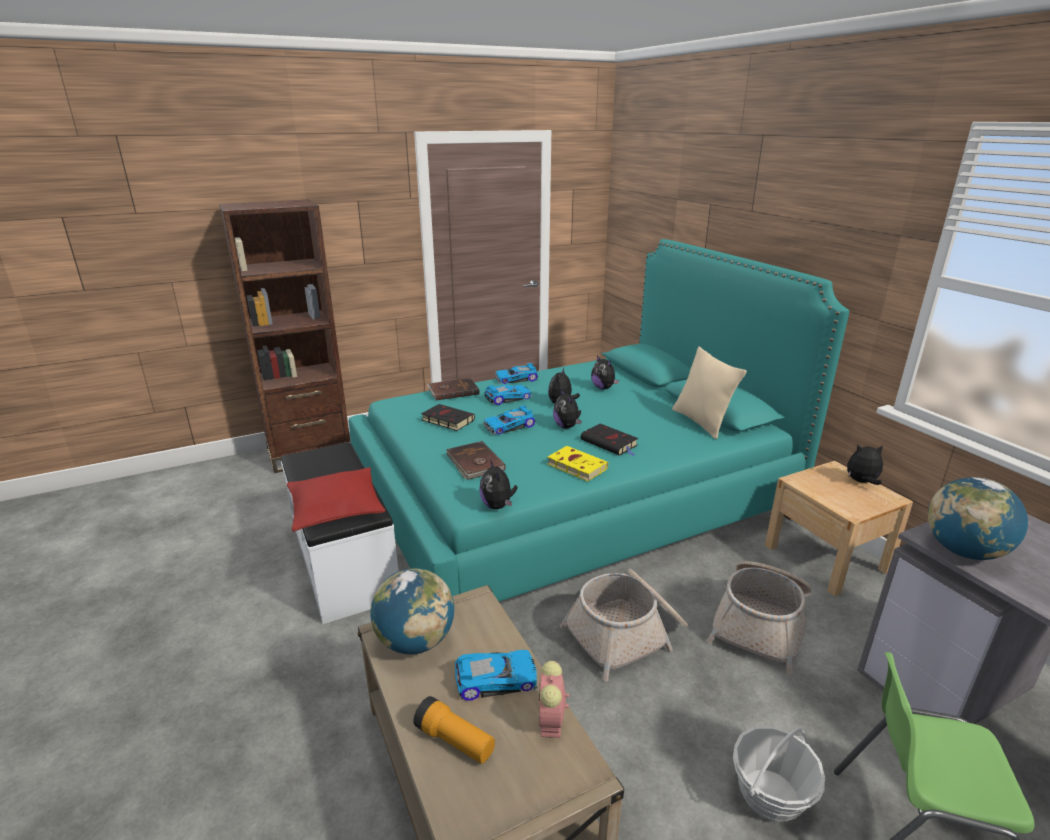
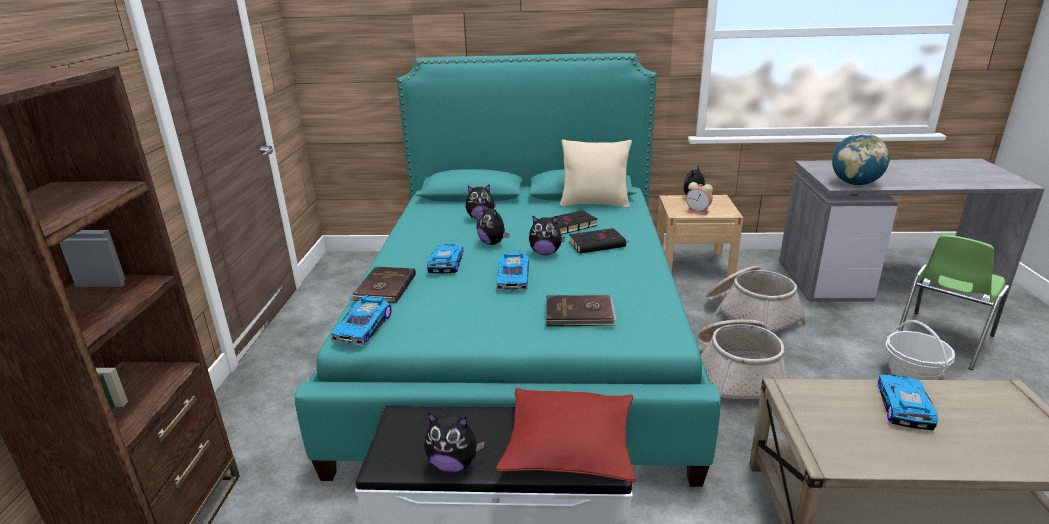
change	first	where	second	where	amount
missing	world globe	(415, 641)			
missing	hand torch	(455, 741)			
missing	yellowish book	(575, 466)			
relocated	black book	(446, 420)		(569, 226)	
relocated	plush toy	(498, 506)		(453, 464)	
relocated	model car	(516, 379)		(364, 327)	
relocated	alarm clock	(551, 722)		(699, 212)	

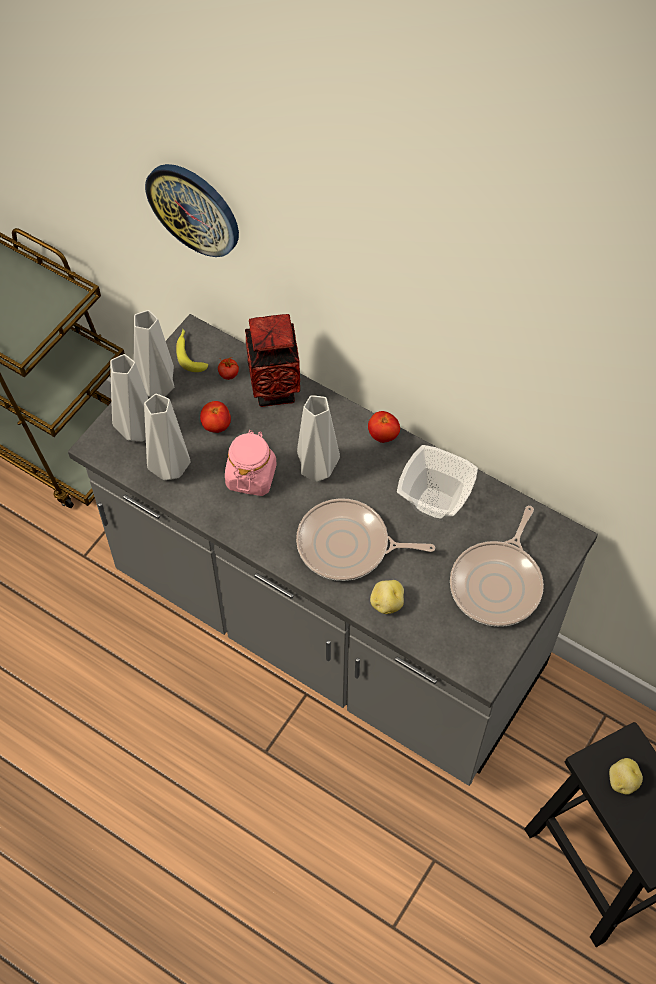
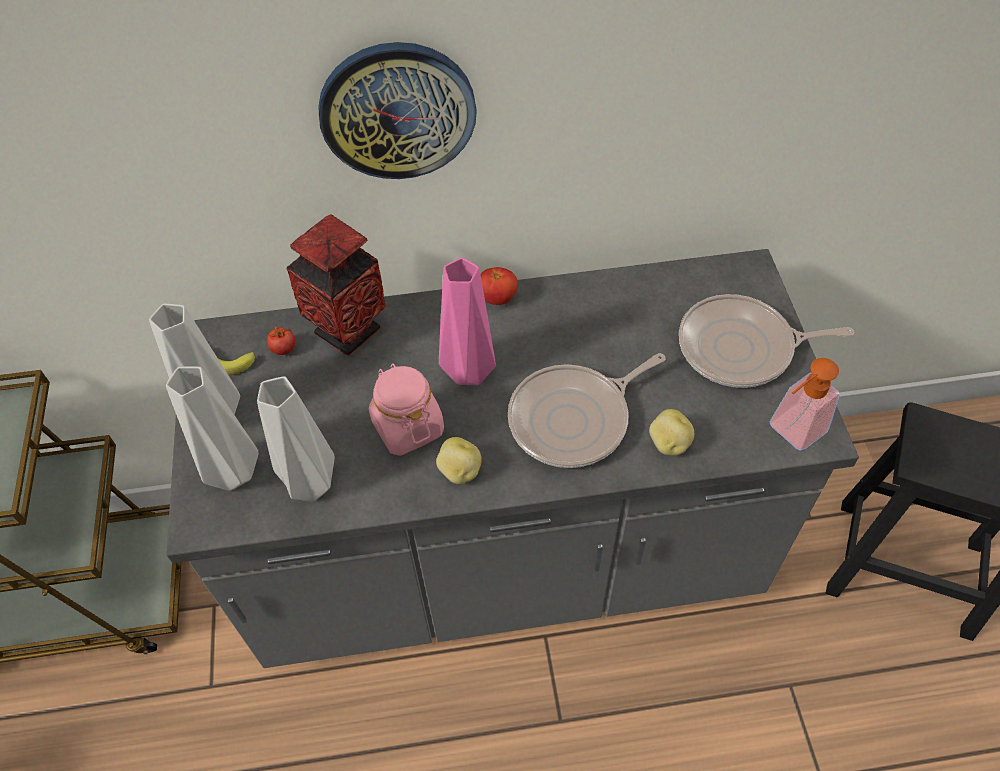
change	first	where	second	where	amount
missing	whole tomato	(216, 425)			
missing	serving bowl	(433, 502)			
appeared			soap bottle	(791, 433)	
relocated	hanging clock	(194, 209)		(397, 111)	
relocated	spud	(622, 781)		(459, 471)	
colour	grey vase	(318, 471)	pinkish vase	(471, 373)	
spun	pan	(498, 583)		(741, 348)	105 degrees clockwise

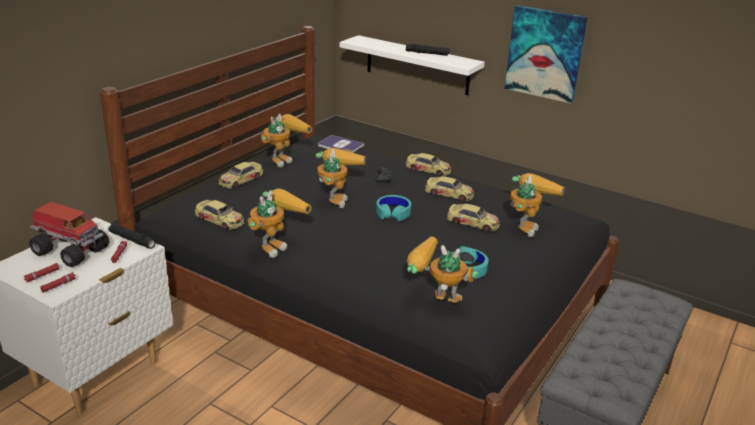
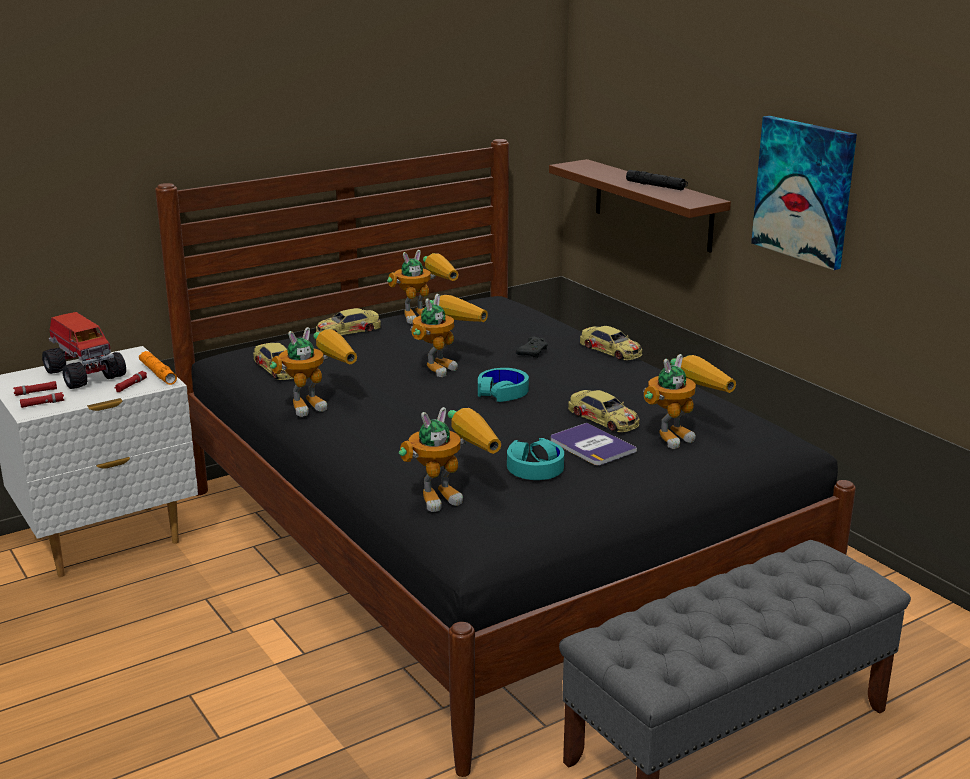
change	first	where	second	where	amount
missing	model car	(449, 193)			
relocated	book	(340, 145)		(591, 446)	
colour	black hand torch	(132, 240)	orangey hand torch	(158, 373)	
colour	whitish bracket shelf	(417, 65)	brown-coloured bracket shelf	(652, 205)	
spun	robot figure	(434, 301)		(451, 495)	105 degrees clockwise

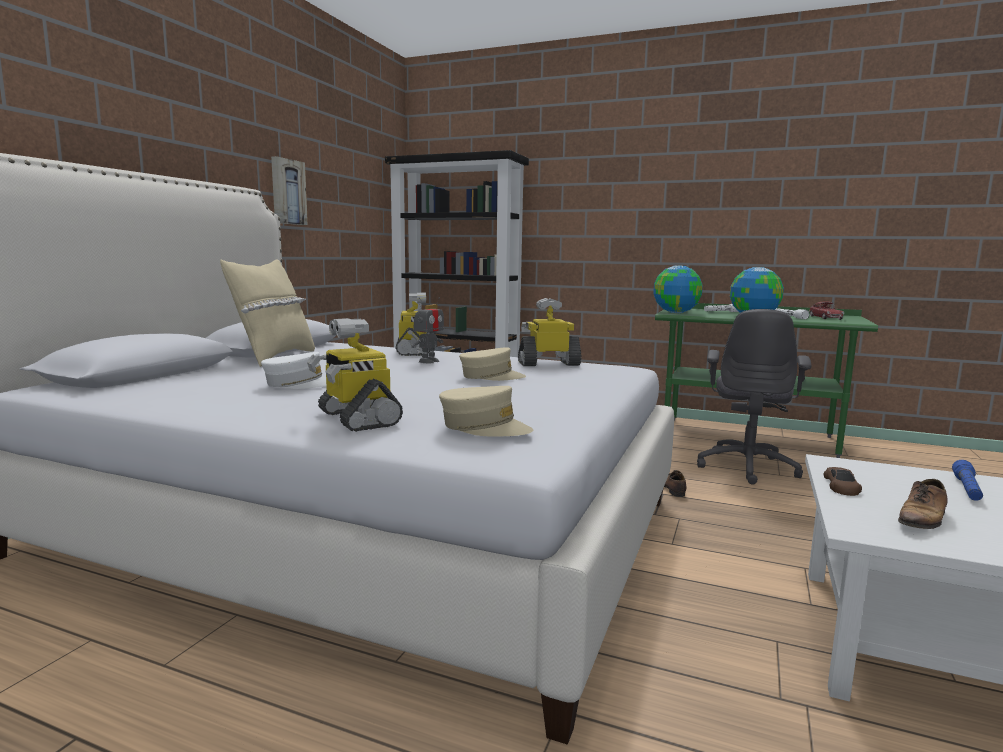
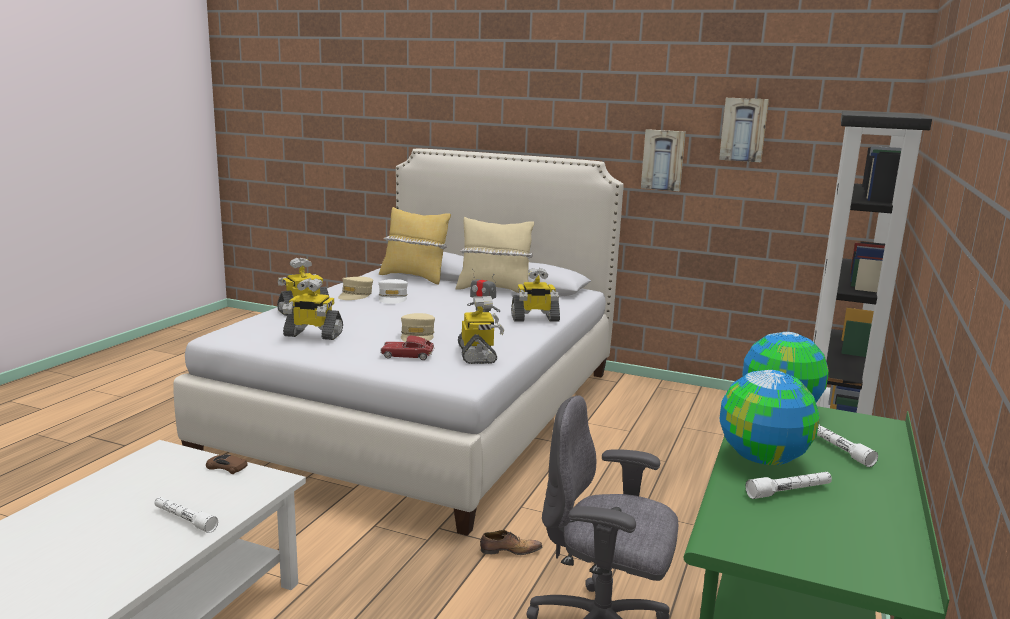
change	first	where	second	where	amount
missing	item of footwear	(922, 519)			
appeared			robot figure	(312, 335)	
appeared			yellowish pillow	(414, 277)	
appeared			wall picture	(743, 129)	
relocated	beige baseball cap	(484, 427)		(355, 295)	
relocated	model car	(825, 318)		(407, 356)	
colour	blue hand torch	(967, 489)	whitish hand torch	(184, 519)	

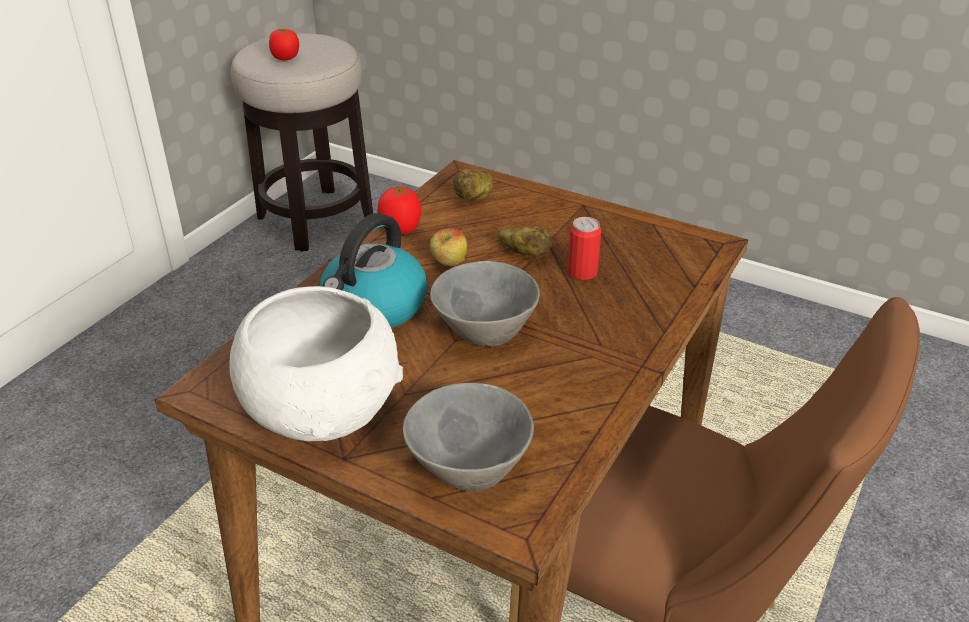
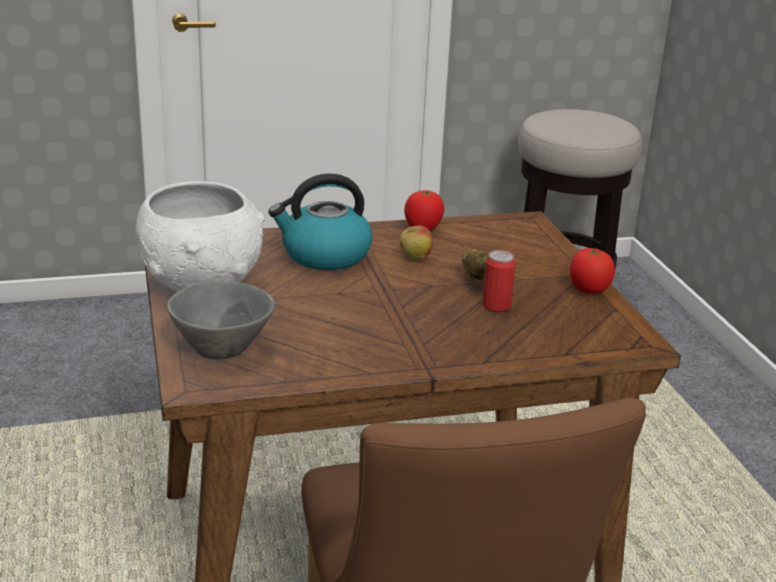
change	first	where	second	where	amount
missing	grey serving bowl	(486, 329)			
missing	spud	(474, 197)			
relocated	whole tomato	(285, 58)		(588, 290)	

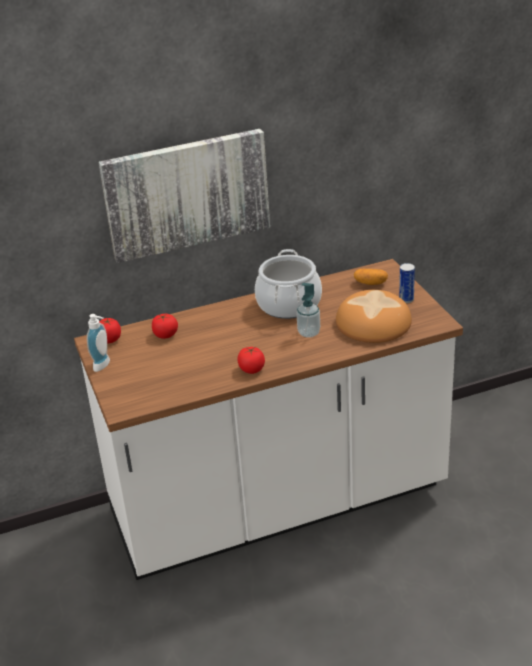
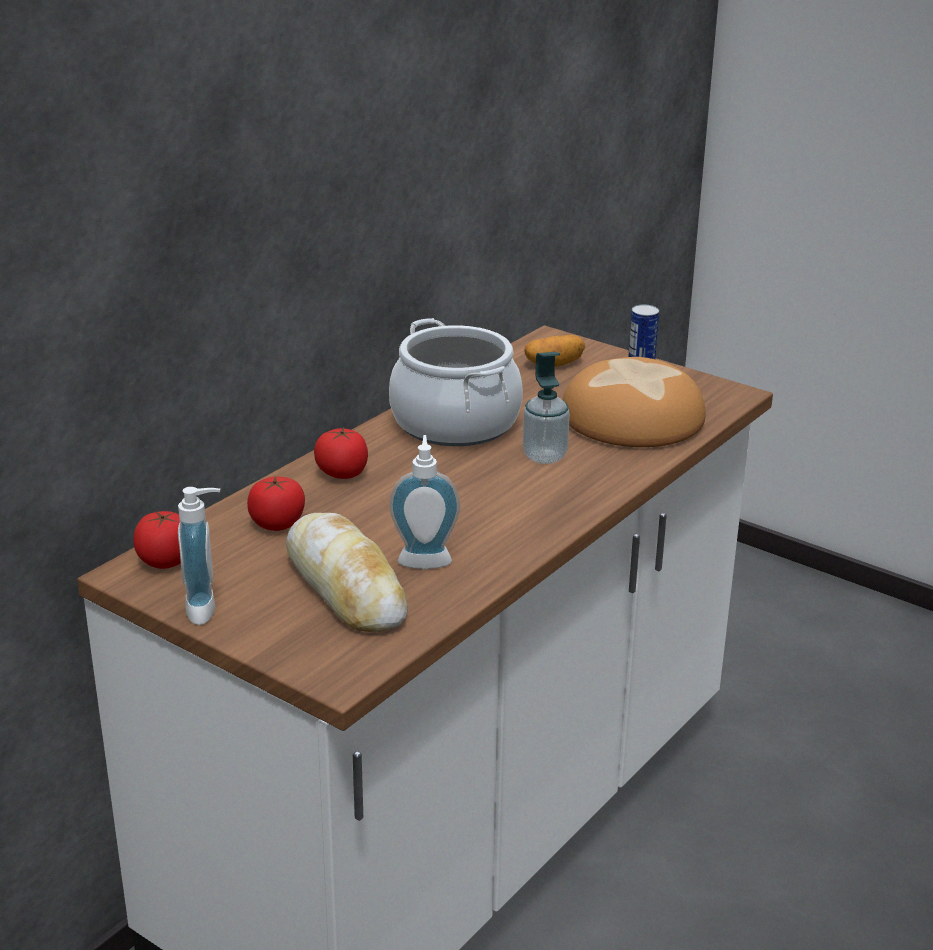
change	first	where	second	where	amount
missing	wall picture	(186, 194)			
appeared			baked bread	(345, 586)	
appeared			soap bottle	(425, 559)	
relocated	whole tomato	(251, 369)		(342, 473)	

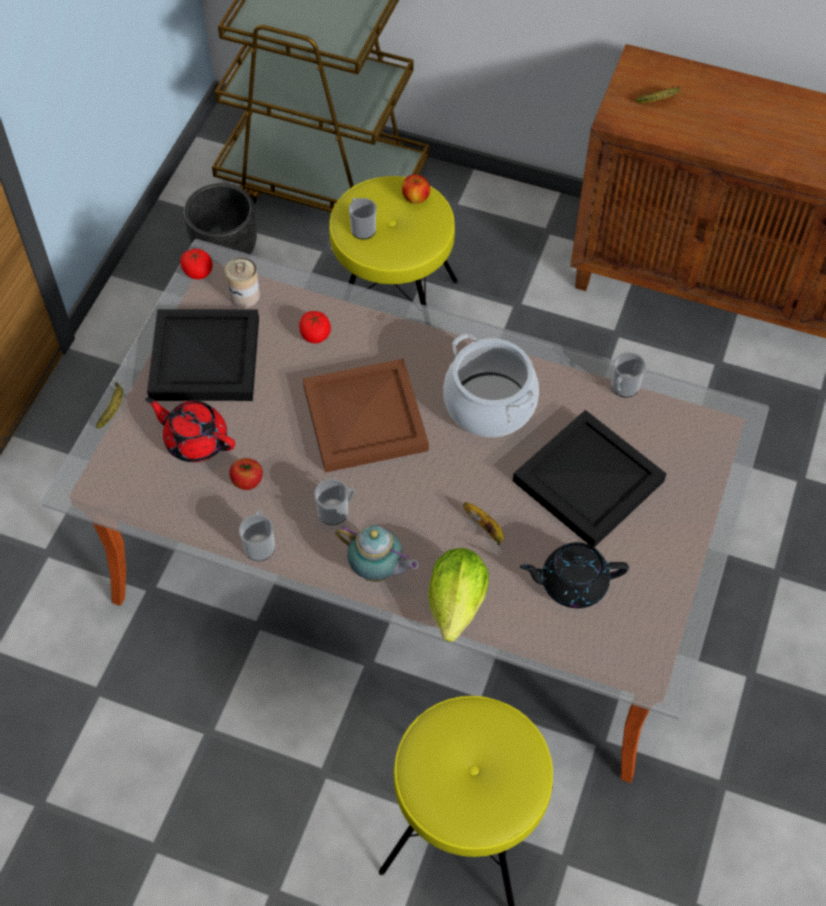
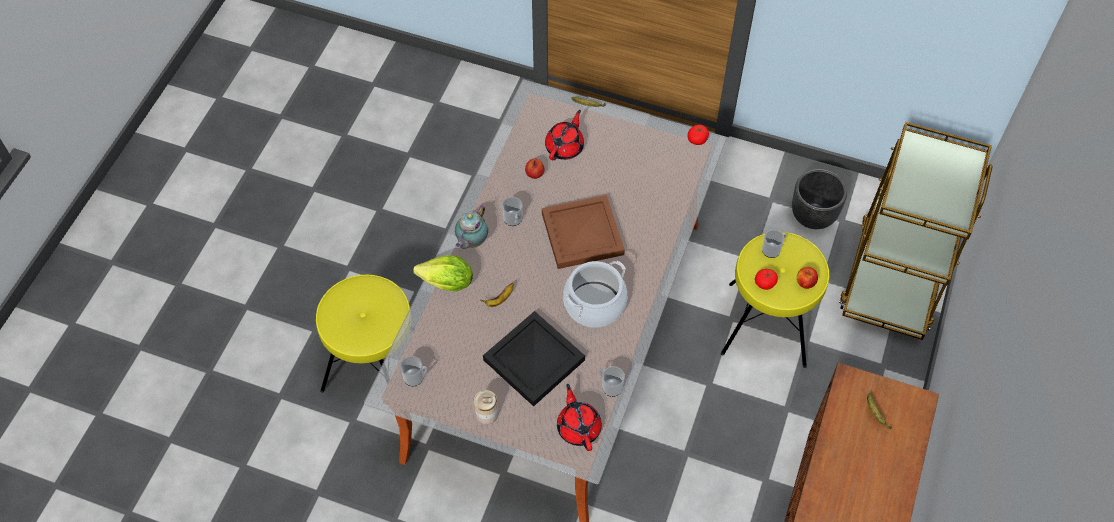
change	first	where	second	where	amount
missing	black tray	(206, 360)			
missing	black pot for tea	(572, 583)			
appeared			reddish pot for tea	(578, 427)	
relocated	can	(244, 295)		(486, 413)	
relocated	coffee mug	(260, 544)		(416, 377)	
relocated	whole tomato	(315, 334)		(765, 283)	

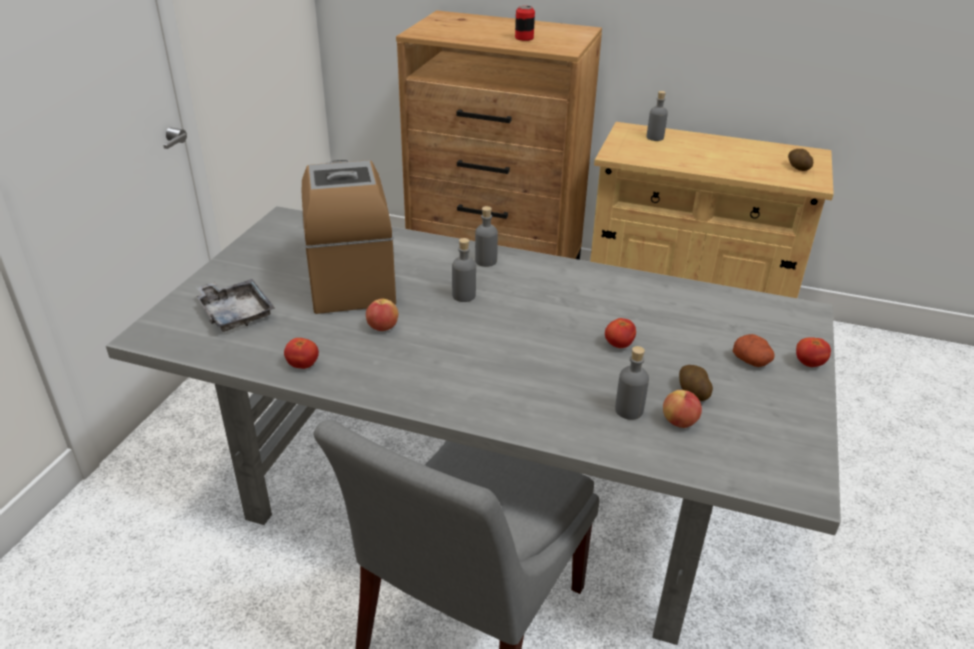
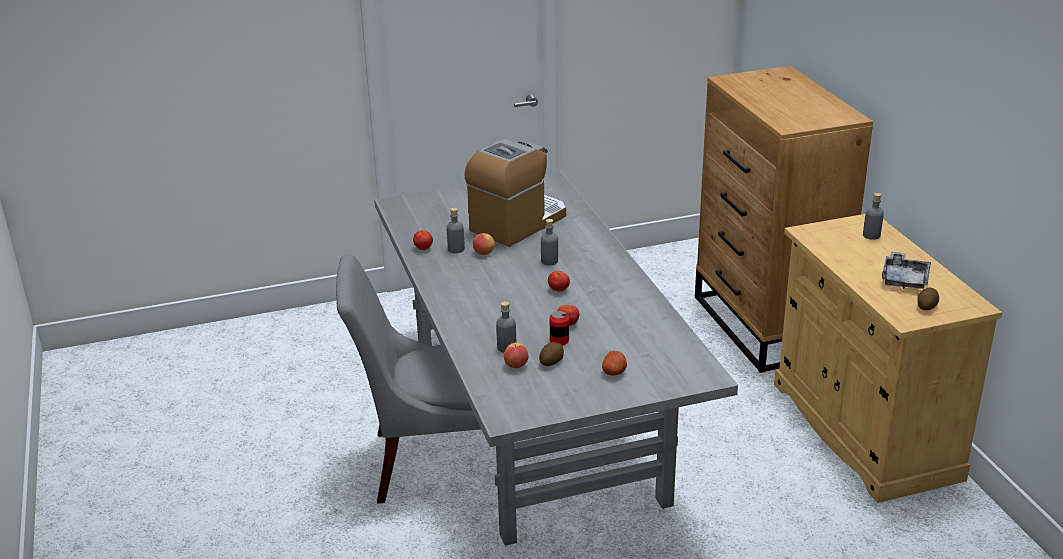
change	first	where	second	where	amount
relocated	grey tray	(235, 313)		(904, 279)	
relocated	grey bottle	(486, 261)		(456, 249)	
relocated	can	(524, 38)		(559, 341)	
relocated	whole tomato	(809, 364)		(558, 290)	

